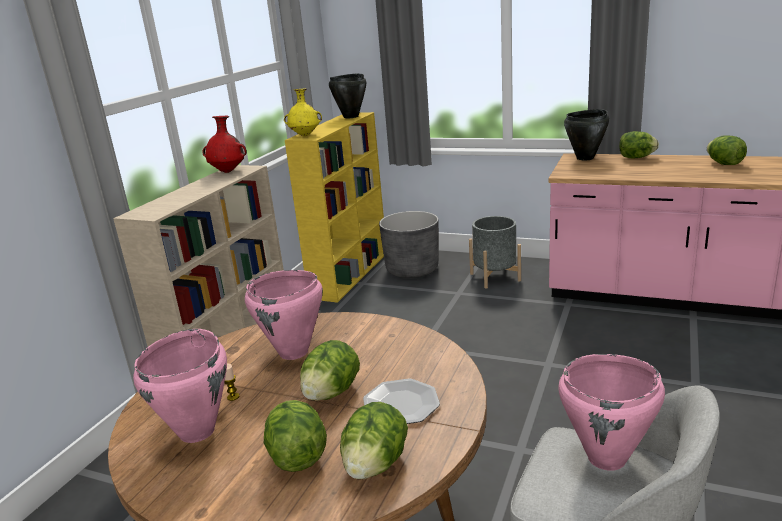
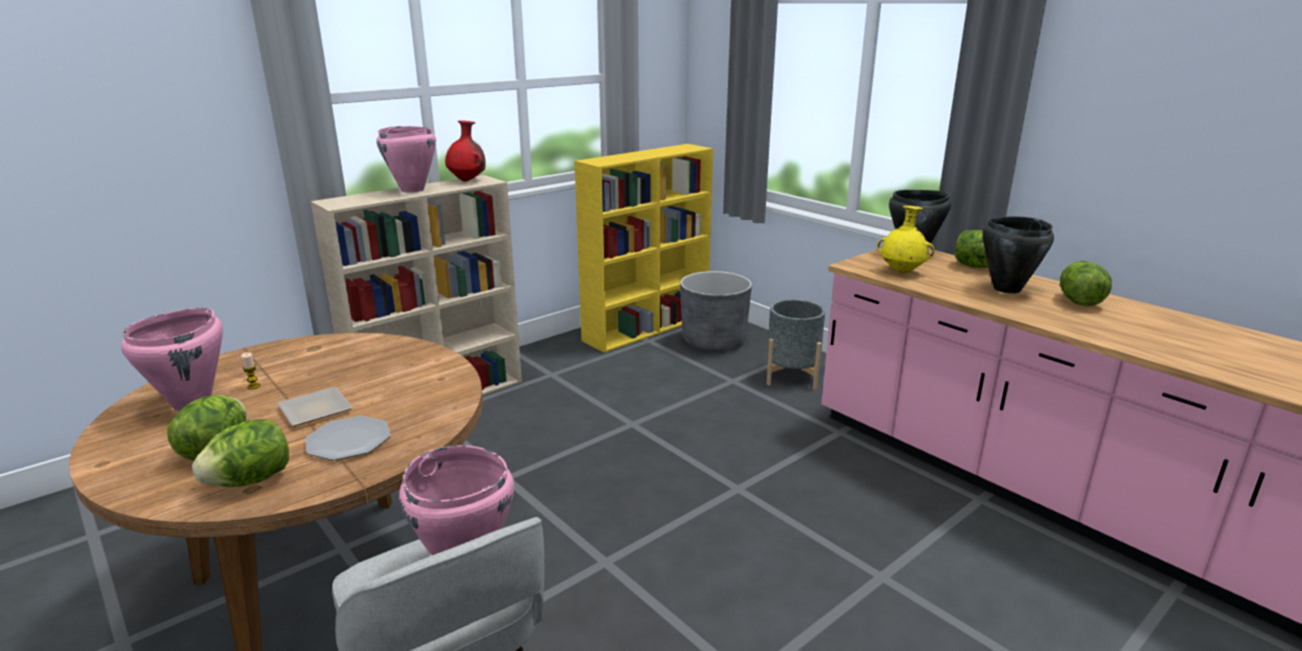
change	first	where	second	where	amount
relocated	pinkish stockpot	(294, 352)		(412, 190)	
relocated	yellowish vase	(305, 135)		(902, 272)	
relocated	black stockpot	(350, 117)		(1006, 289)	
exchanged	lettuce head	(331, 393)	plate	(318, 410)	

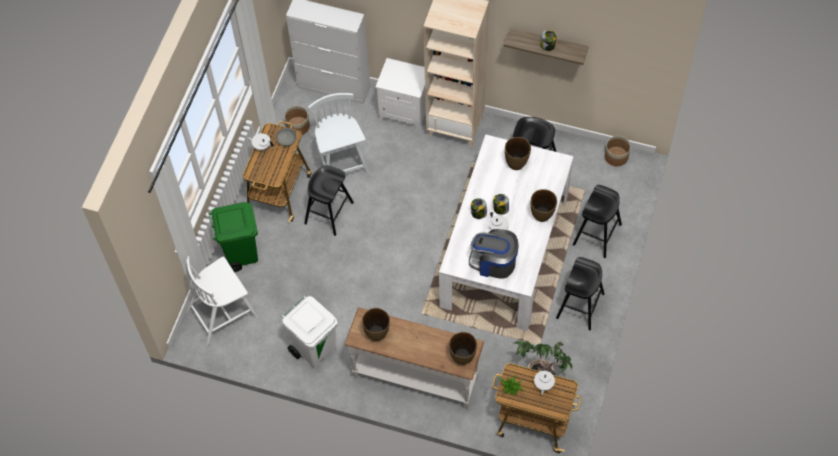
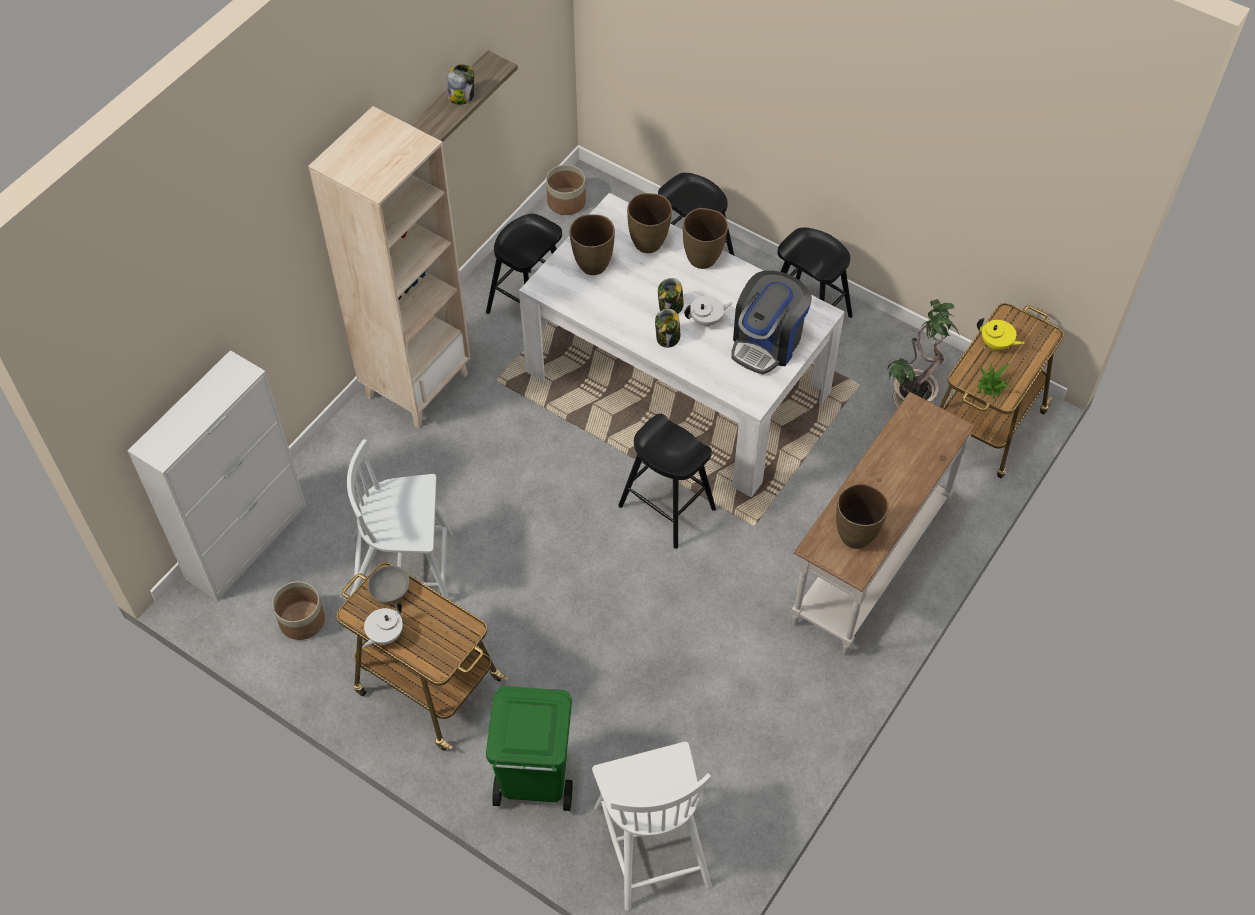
change	first	where	second	where	amount
missing	whitish waste bin	(315, 348)			
missing	whitish night table	(406, 111)			
relocated	black sitting stool	(329, 213)		(667, 507)	
relocated	brown-coloured vase	(462, 357)		(648, 243)	
colour	whitish pot for tea	(543, 384)	yellowish pot for tea	(996, 344)	

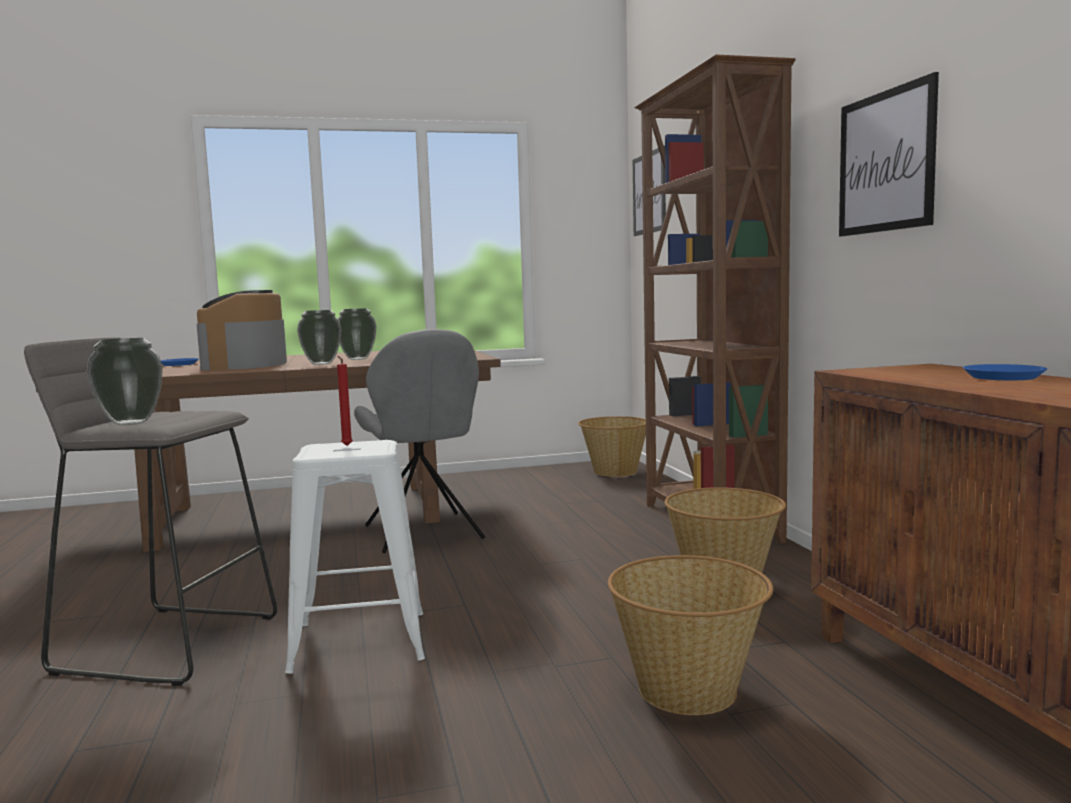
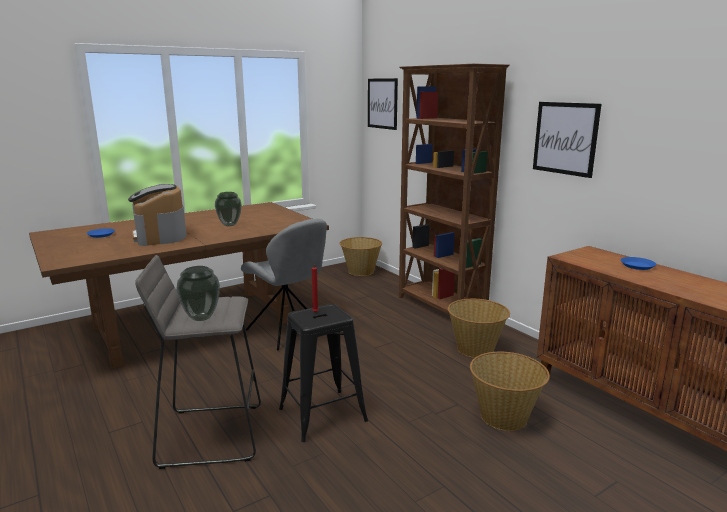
change	first	where	second	where	amount
missing	vase	(321, 364)			
colour	whitish sitting stool	(358, 641)	black sitting stool	(322, 415)	

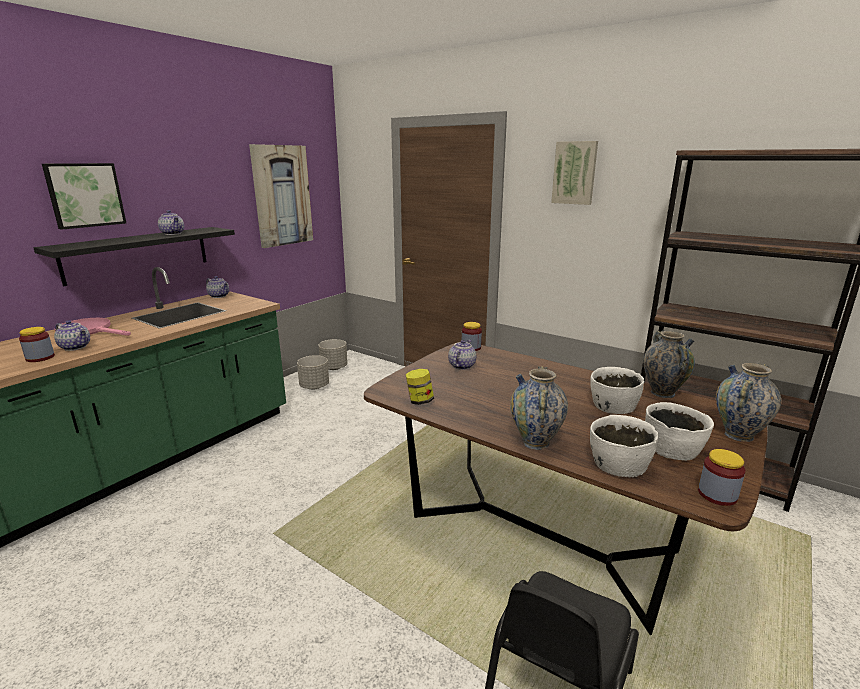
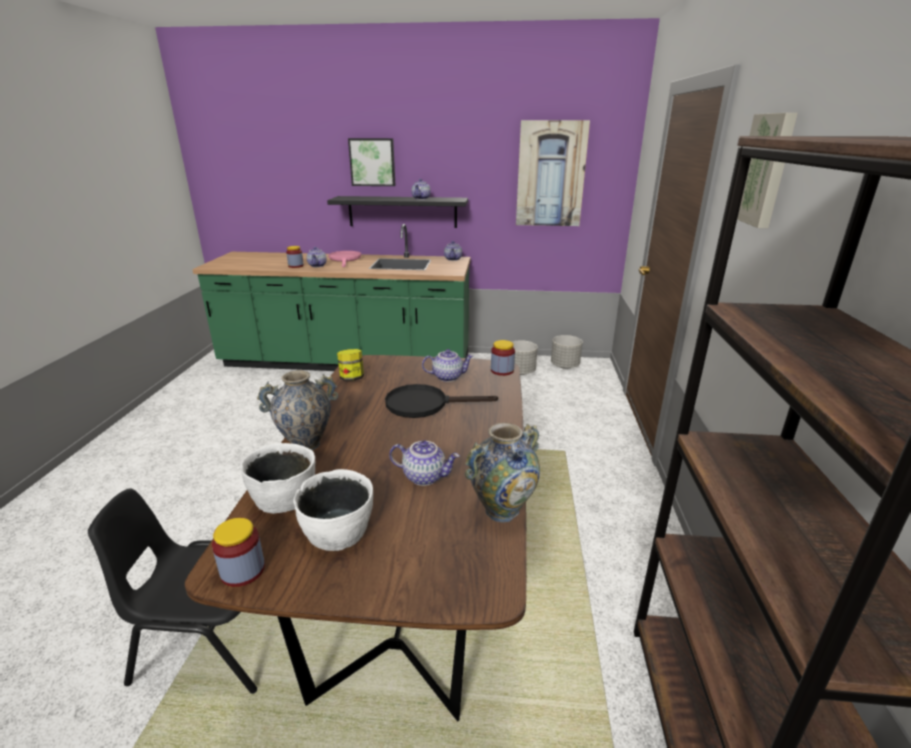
change	first	where	second	where	amount
missing	vase	(738, 435)			
appeared			black pan	(425, 404)	
exchanged	whitish serving bowl	(612, 406)	pot for tea	(425, 476)	

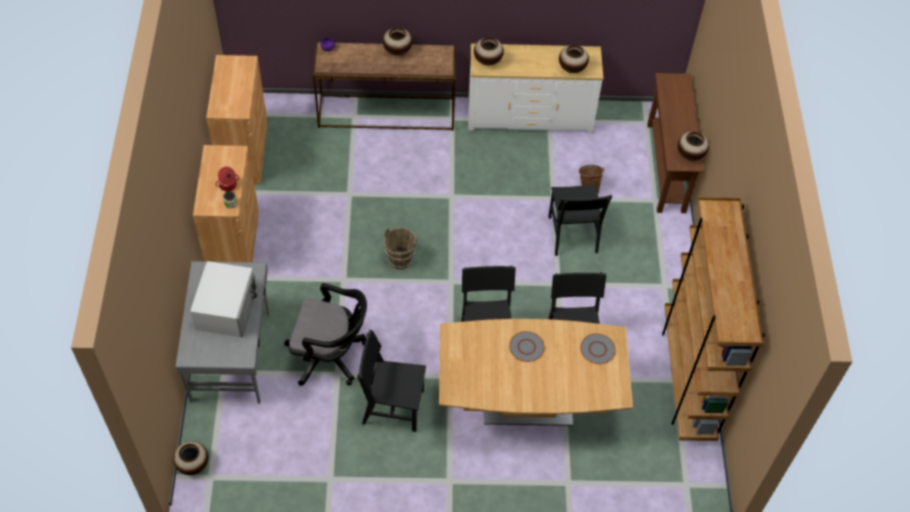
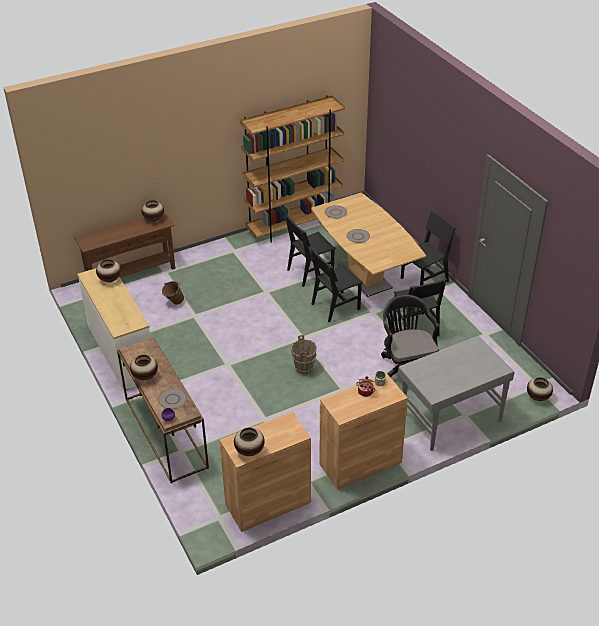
change	first	where	second	where	amount
missing	whitish kitchen microwave	(227, 308)			
appeared			grey plate	(172, 399)	
relocated	vase	(488, 61)		(249, 451)	
relocated	black upright chair	(572, 234)		(424, 280)	

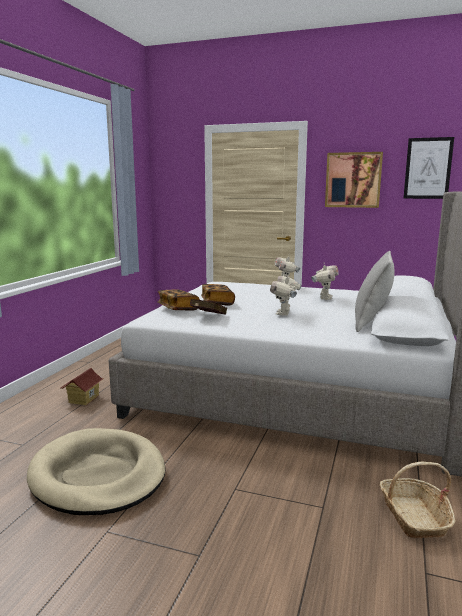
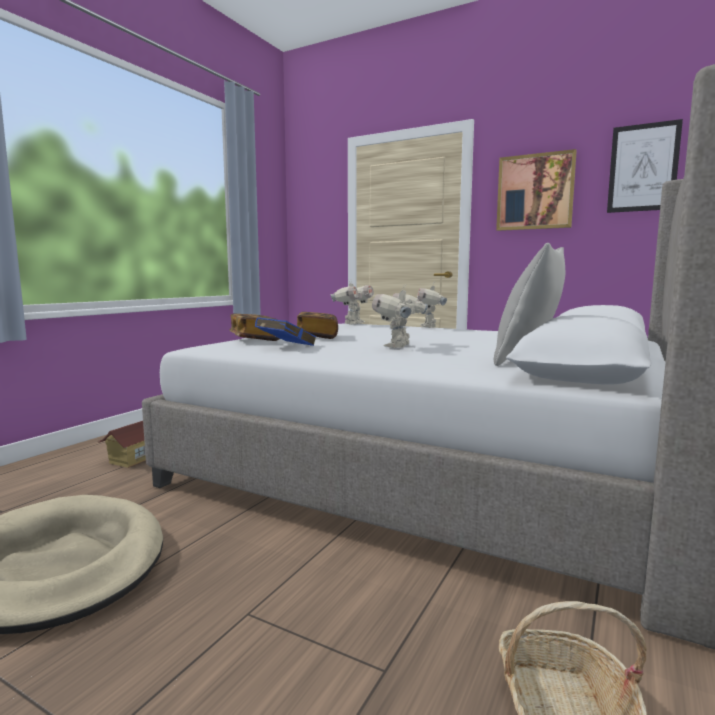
change	first	where	second	where	amount
relocated	robot figure	(324, 298)		(353, 324)	
colour	reddish book	(207, 317)	blue book	(284, 347)	

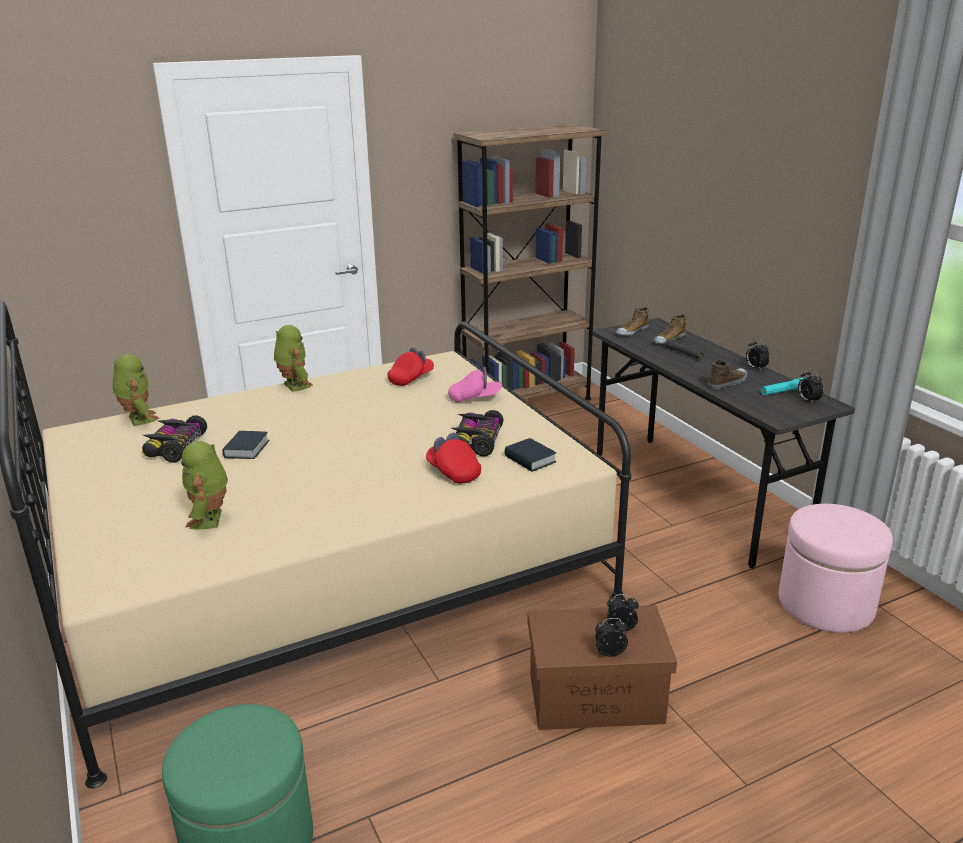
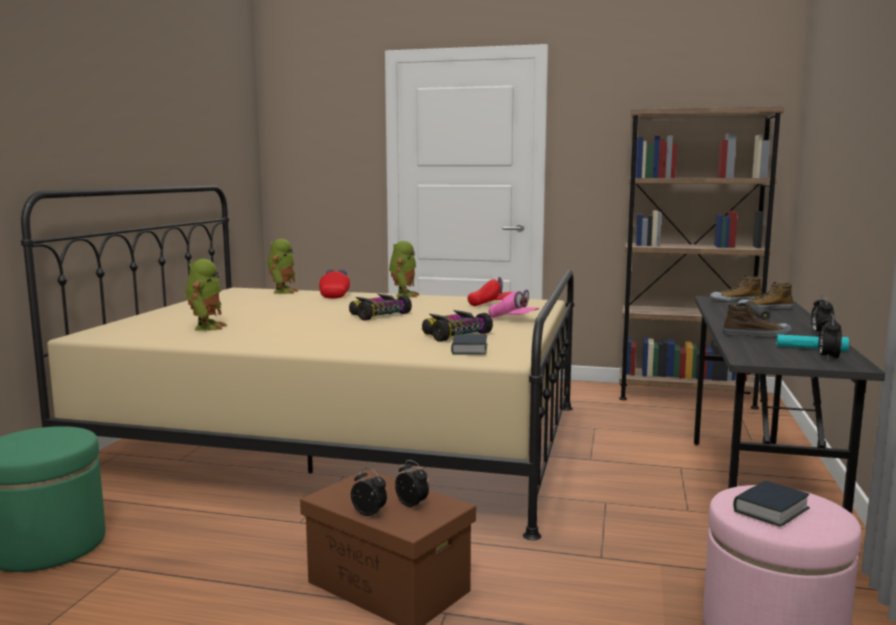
change	first	where	second	where	amount
relocated	model car	(174, 447)		(378, 315)	
relocated	book	(246, 449)		(770, 510)	
relocated	reddish baseball cap	(453, 472)		(335, 295)	
spun	robot figure	(210, 519)		(206, 327)	150 degrees clockwise

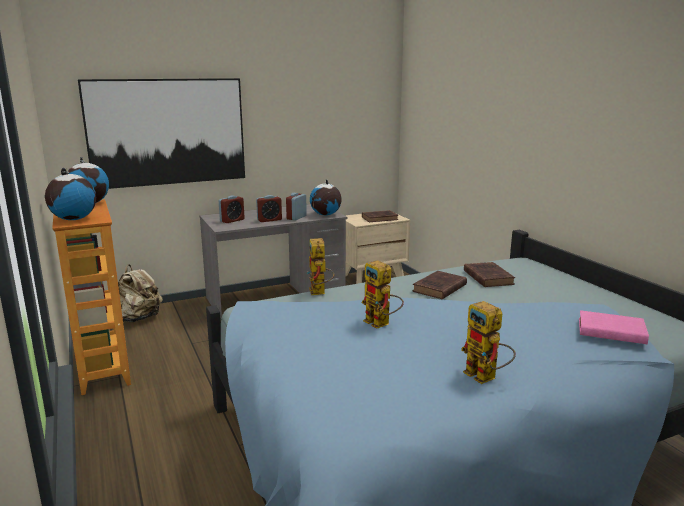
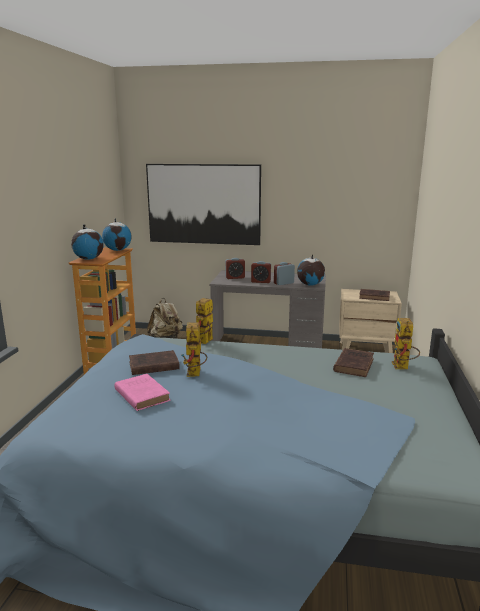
change	first	where	second	where	amount
relocated	brown-coloured book	(439, 289)		(152, 366)	
relocated	robot figure	(486, 377)		(403, 367)	
relocated	pinkish book	(609, 331)		(141, 394)	

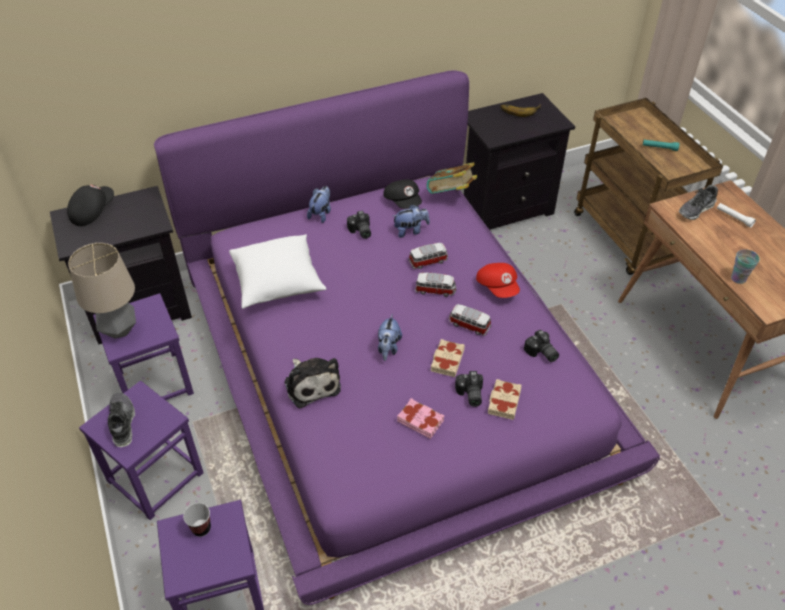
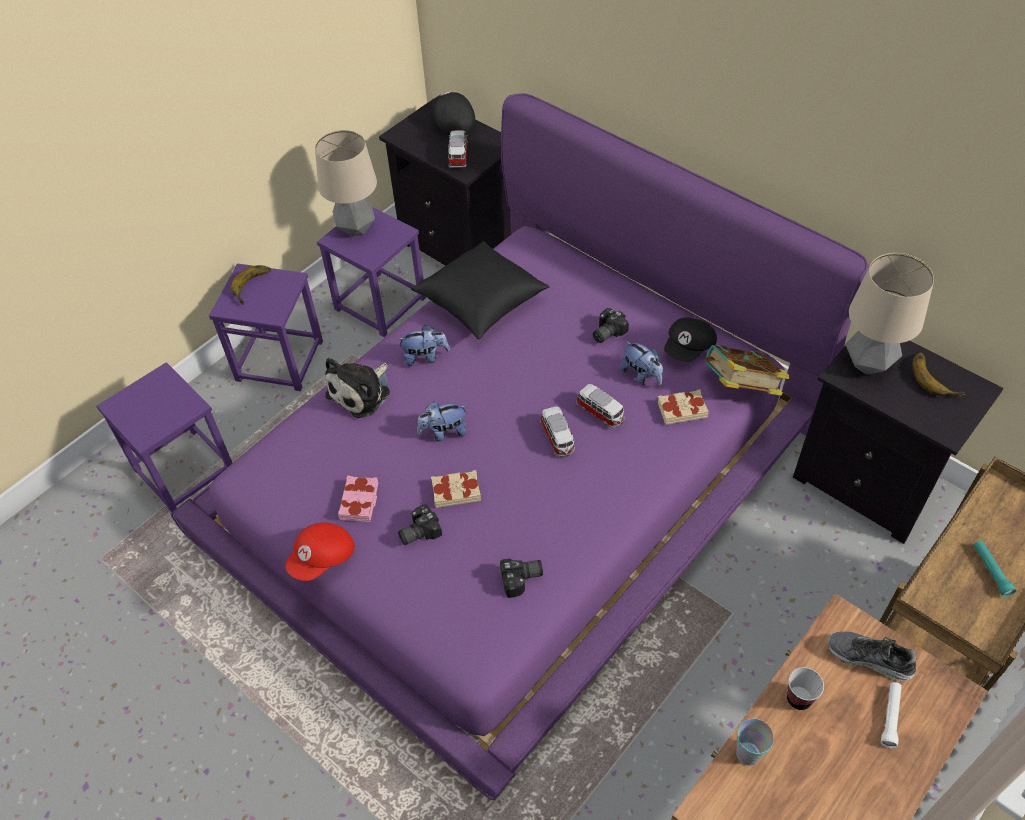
change	first	where	second	where	amount
appeared			tabletop lamp	(868, 363)	
relocated	drinking cup	(201, 528)		(798, 699)	
relocated	plush toy	(321, 214)		(425, 357)	
relocated	model car	(468, 325)		(458, 156)	
relocated	reddish baseball cap	(498, 287)		(323, 558)	
relocated	beige book	(503, 402)		(681, 409)	
exchanged	item of footwear	(122, 422)	banana	(254, 286)	
colour	whitish pillow	(278, 282)	black pillow	(481, 303)	
spun	black baseball cap	(92, 211)		(452, 122)	120 degrees counterclockwise
spun	still camera	(541, 353)		(522, 580)	135 degrees counterclockwise

